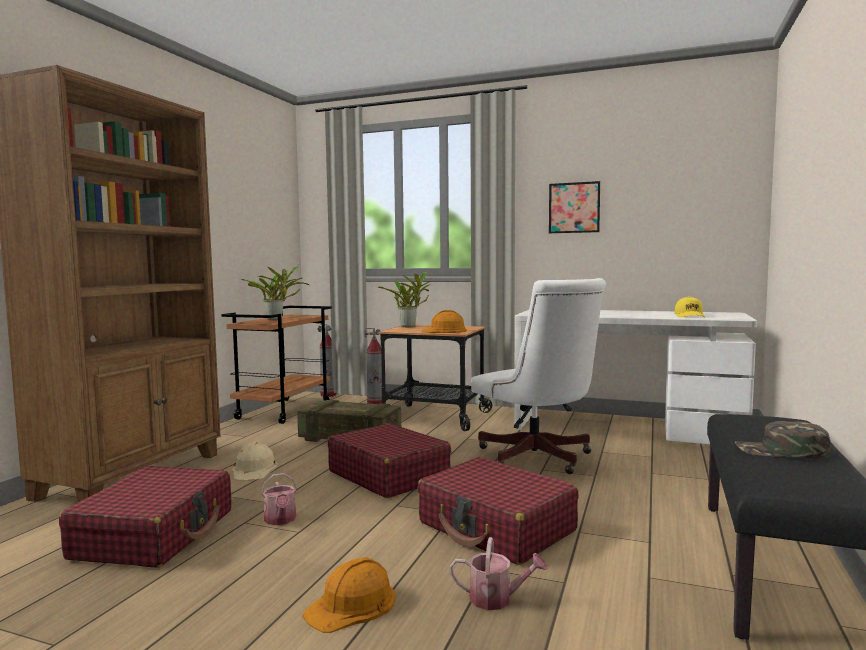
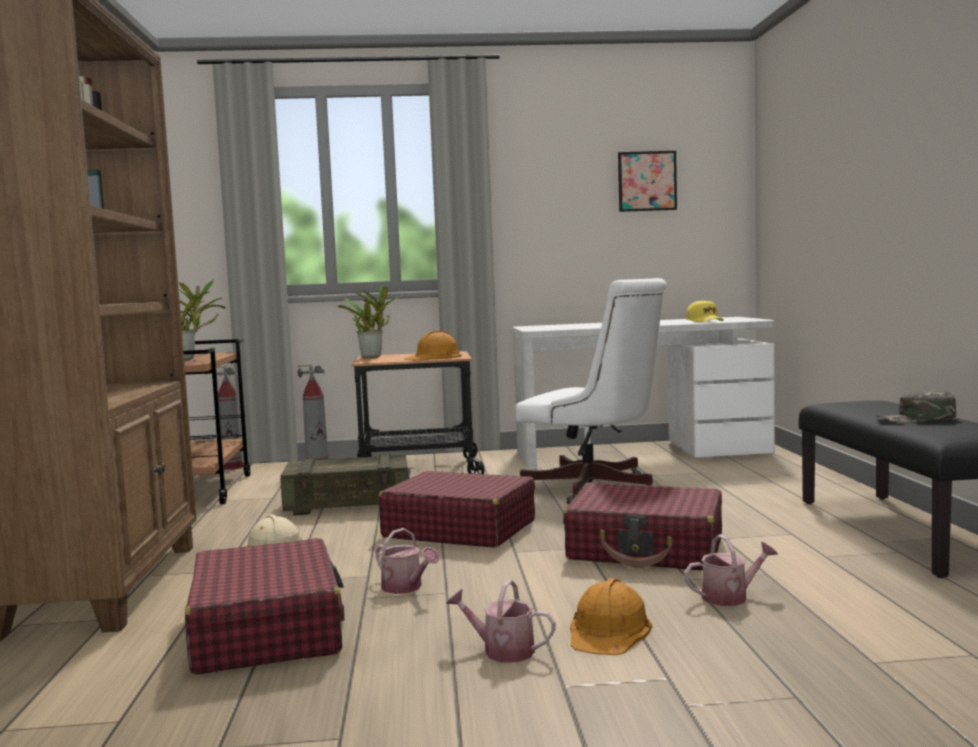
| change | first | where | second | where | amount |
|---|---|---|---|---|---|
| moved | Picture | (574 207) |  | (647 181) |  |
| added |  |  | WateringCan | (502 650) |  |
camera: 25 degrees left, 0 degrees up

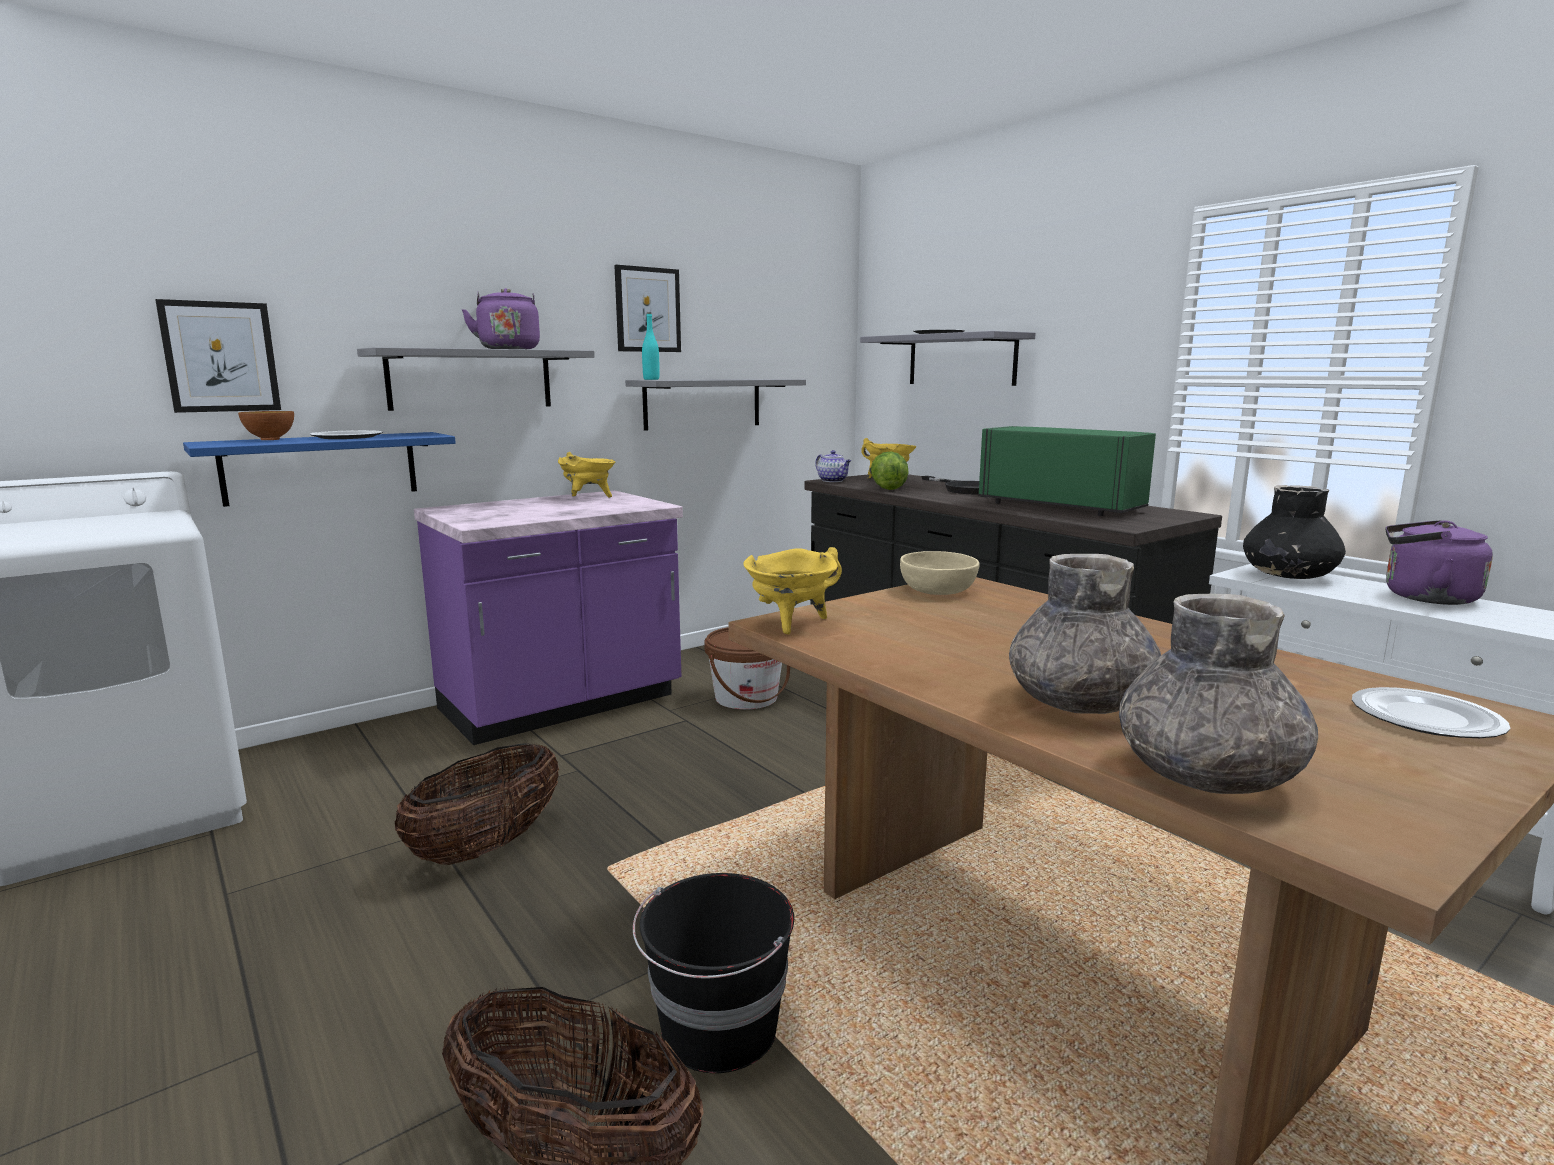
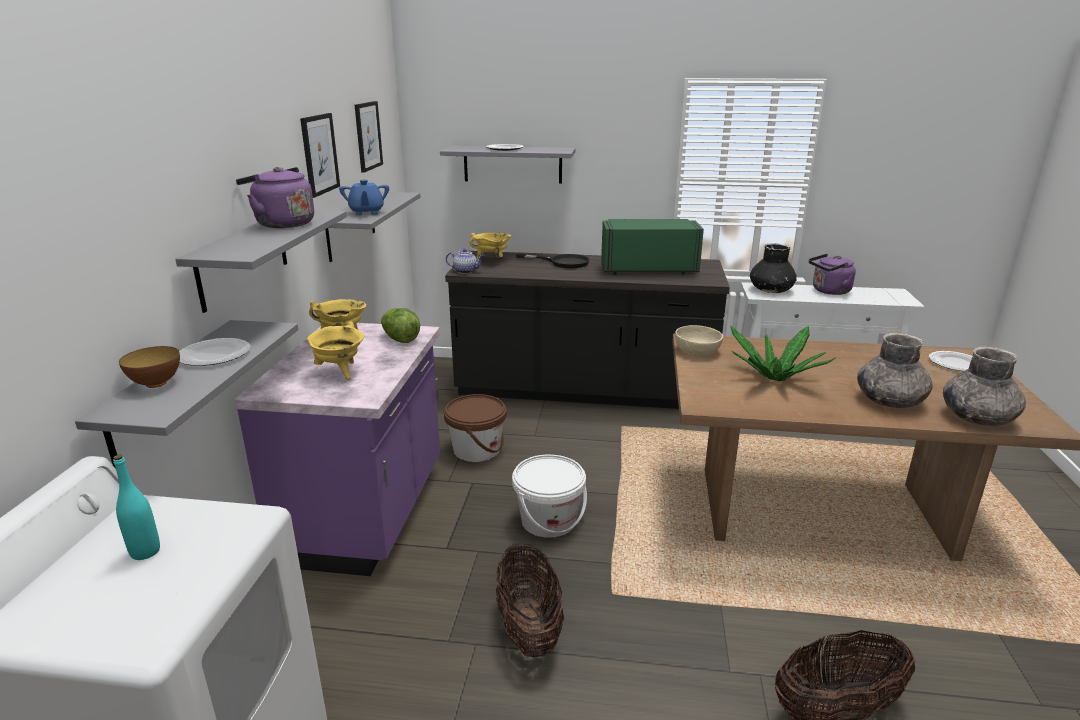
| change | first | where | second | where | amount |
|---|---|---|---|---|---|
| moved | Picture | (220 357) |  | (368 136) |  |
| moved | BlueGreenBeverageBottle | (651 379) |  | (145 552) |  |
| recoloured | BluishWallShelf | (321 467) | GrayWallShelf | (171 392) |  |
| moved | LettuceHead | (888 488) |  | (400 339) |  |
| moved | YellowColouredCookingPot | (791 624) |  | (339 372) |  |
| removed | BlackishPail | (718 1029) |  |  |  |
| added |  |  | BluishPotForTea | (366 212) |  |
| added |  |  | PottedPlant | (774 378) |  |
| added |  |  | WhitishPail | (548 520) |  |
camera: 45 degrees left, 10 degrees up

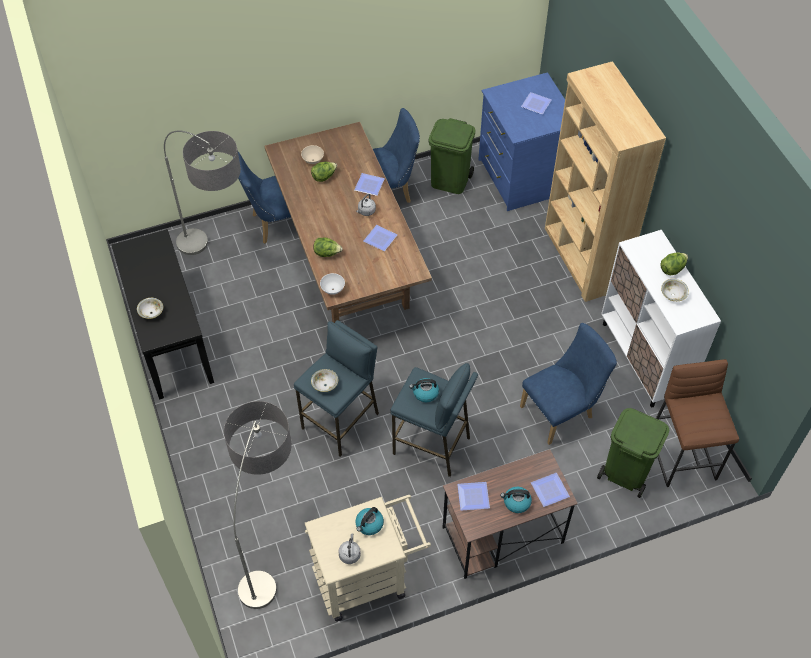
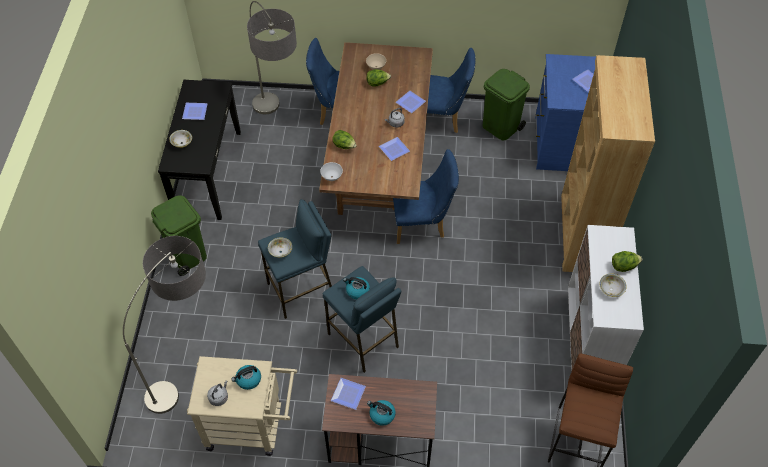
| change | first | where | second | where | amount |
|---|---|---|---|---|---|
| moved | BluishPlainChair | (561 411) |  | (422 224) |  |
| moved | GreenishTrashCan | (625 472) |  | (186 254) |  |
| moved | Plate | (550 489) |  | (196 111) |  |
camera: 25 degrees right, 0 degrees up

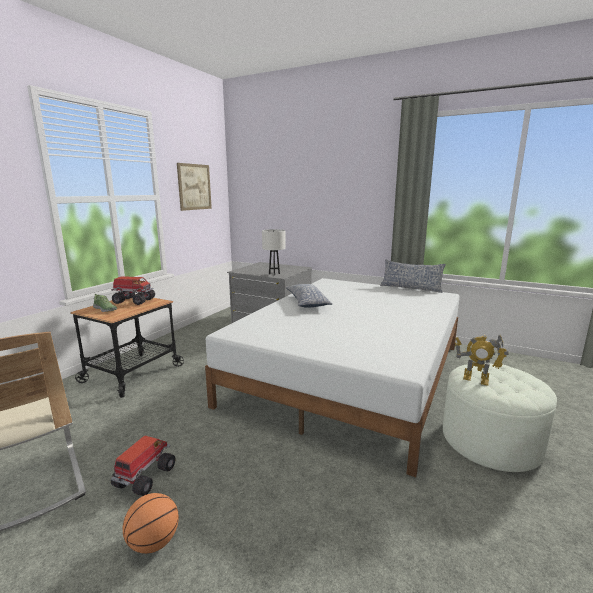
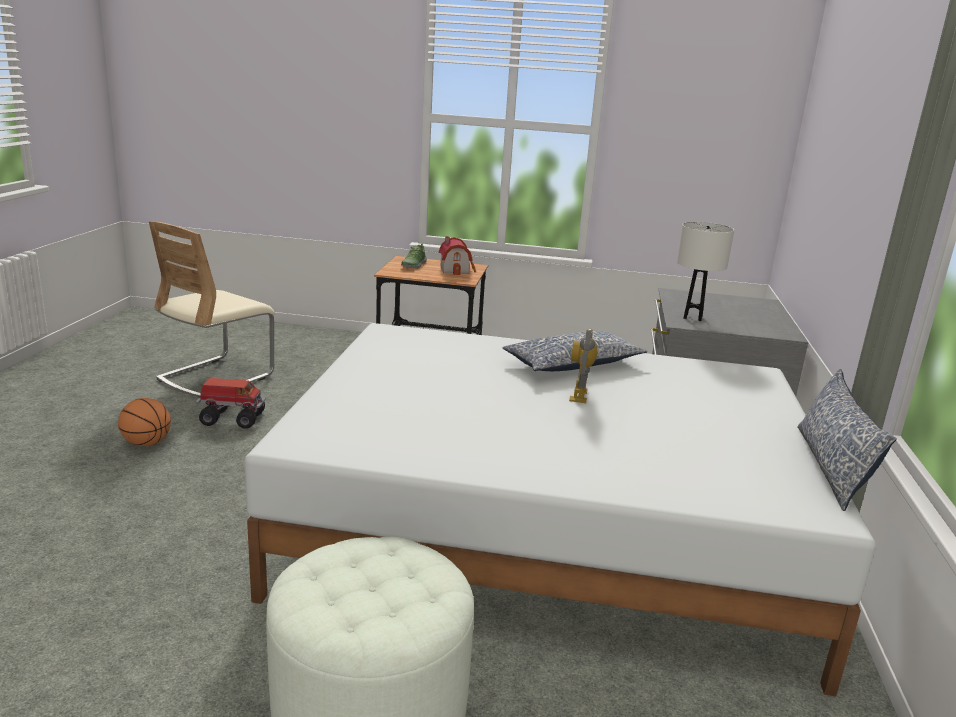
| change | first | where | second | where | amount |
|---|---|---|---|---|---|
| removed | Picture | (194 187) |  |  |  |
| replaced | ToyTruck | (133 301) | MiniatureHouse | (456 269) |  |
| moved | RobotFigure | (476 380) |  | (579 395) |  |
camera: 70 degrees right, 5 degrees up

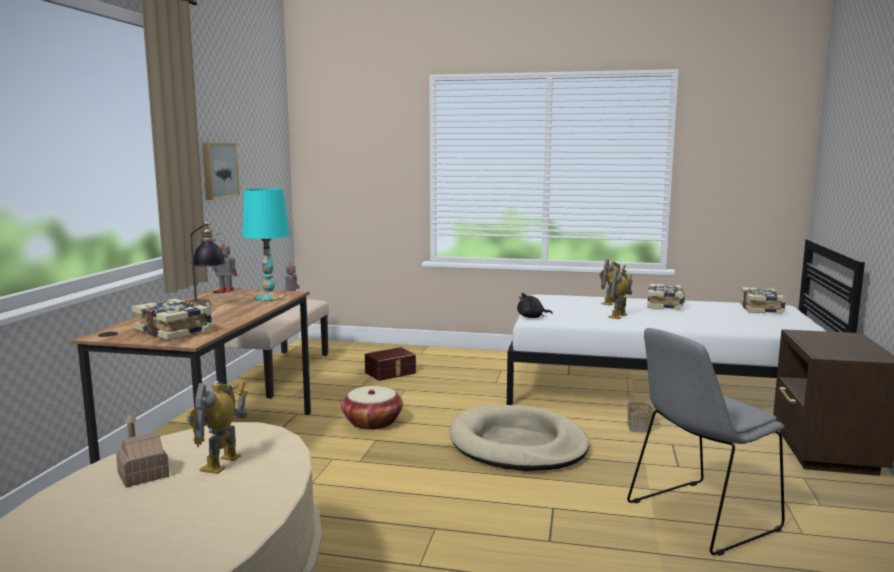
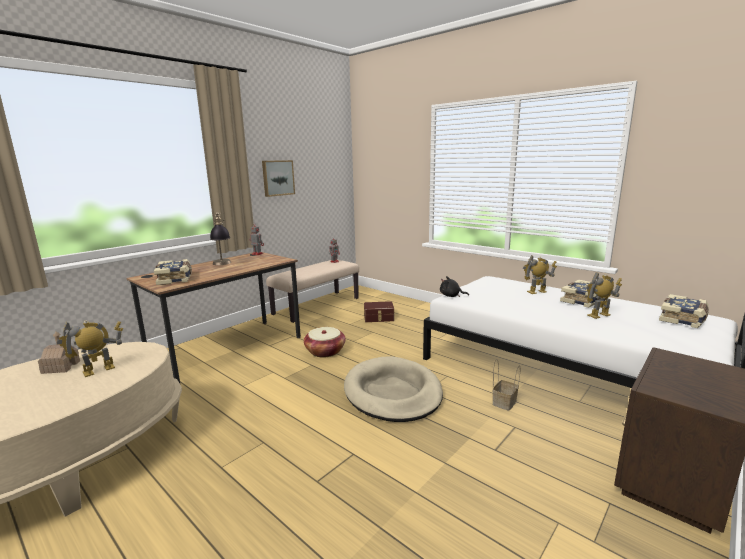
| change | first | where | second | where | amount |
|---|---|---|---|---|---|
| removed | BlueGreenTableLamp | (268 297) |  |  |  |
| moved | RobotFigure | (618 316) |  | (599 315) |  |
| removed | GrayPlainChair | (699 517) |  |  |  |
camera: 30 degrees right, 5 degrees up

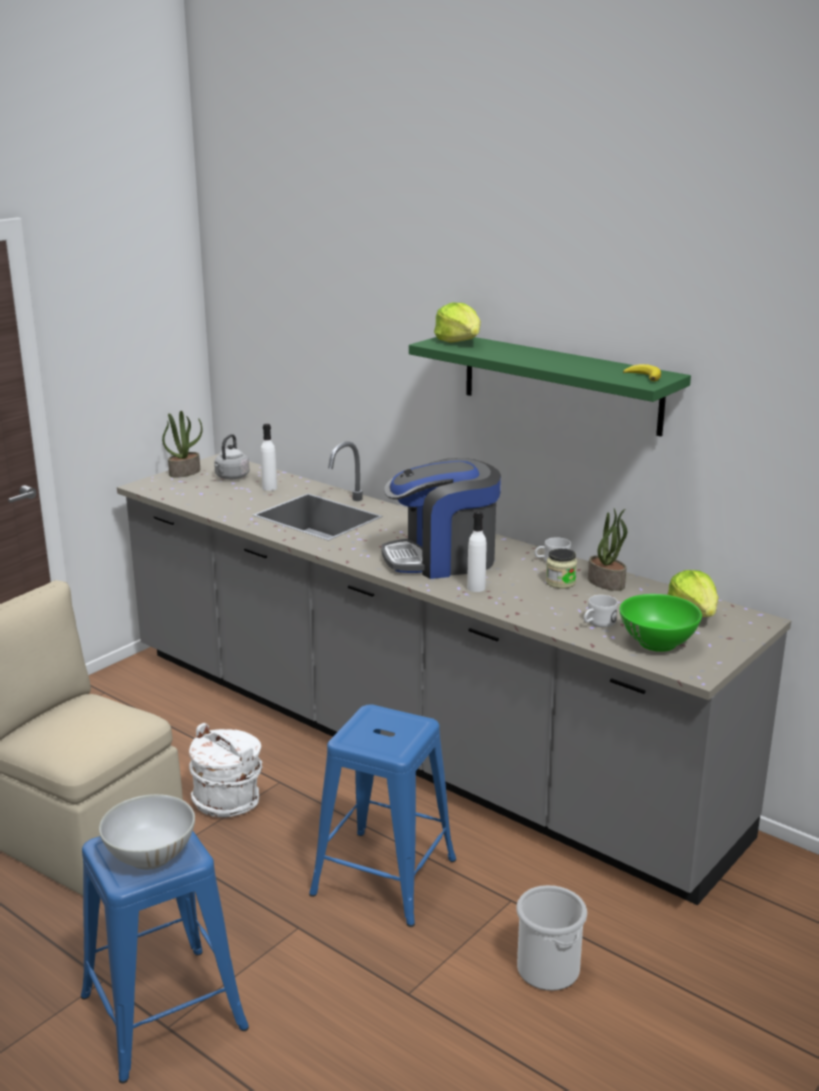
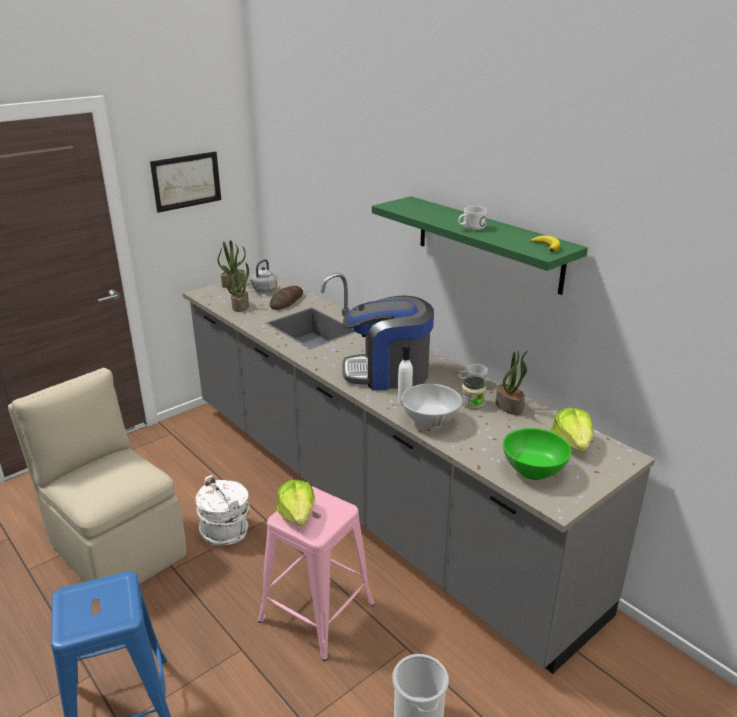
| change | first | where | second | where | amount |
|---|---|---|---|---|---|
| moved | LettuceHead | (459 341) |  | (297 515) |  |
| replaced | WhitishBeverageBottle | (269 488) | Bread | (286 301) |  |
| moved | WhitishCoffeeMug | (597 623) |  | (470 228) |  |
| recoloured | BluishStoolSeat | (384 877) | PinkColouredStoolSeat | (317 612) |  |
| moved | WhitishBowl | (150 855) |  | (430 421) |  |
| added |  |  | Picture | (186 181) |  |
| added |  |  | PottedPlant | (240 306) |  |
camera: 10 degrees right, 5 degrees up

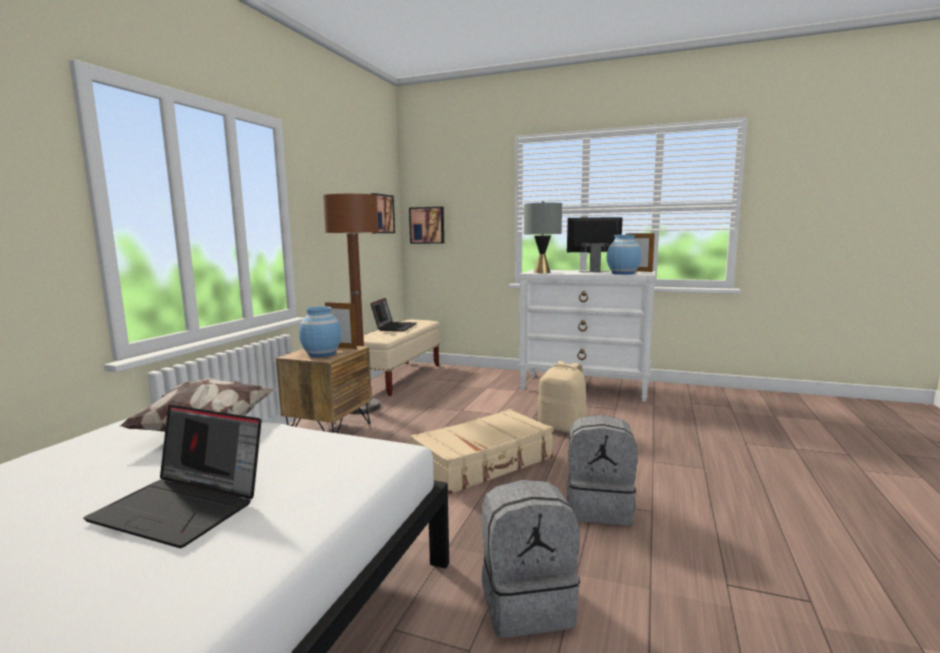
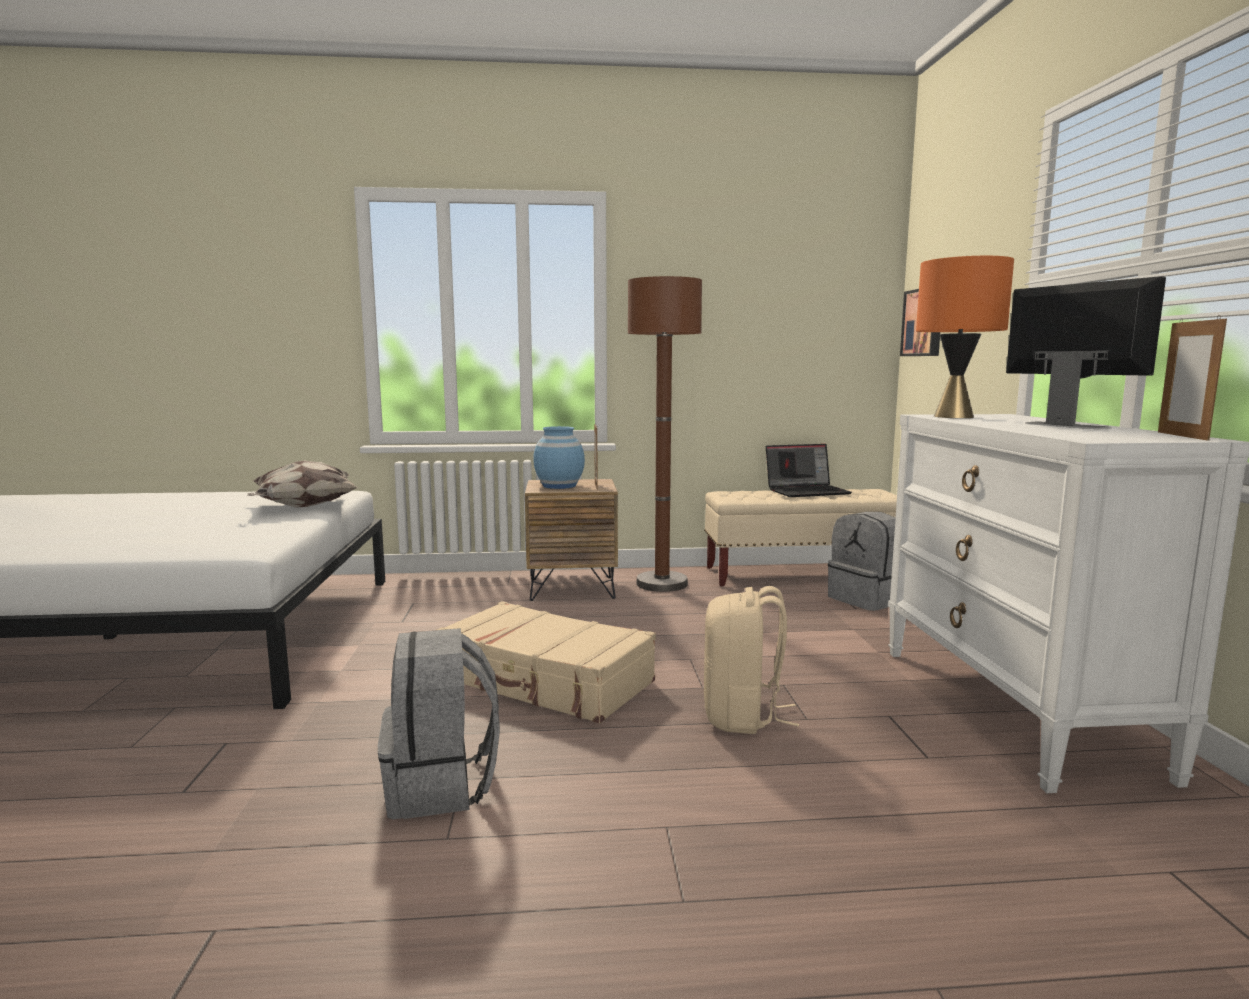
| change | first | where | second | where | amount |
|---|---|---|---|---|---|
| removed | Picture | (381 214) |  |  |  |
| recoloured | GrayTableLamp | (542 272) | OrangeyTableLamp | (954 416) |  |
| removed | BluishDecorativeVase | (623 273) |  |  |  |
| removed | Laptop | (183 507) |  |  |  |
| moved | GrayBackpack | (527 603) |  | (867 599) |  |
camera: 65 degrees right, 0 degrees up

